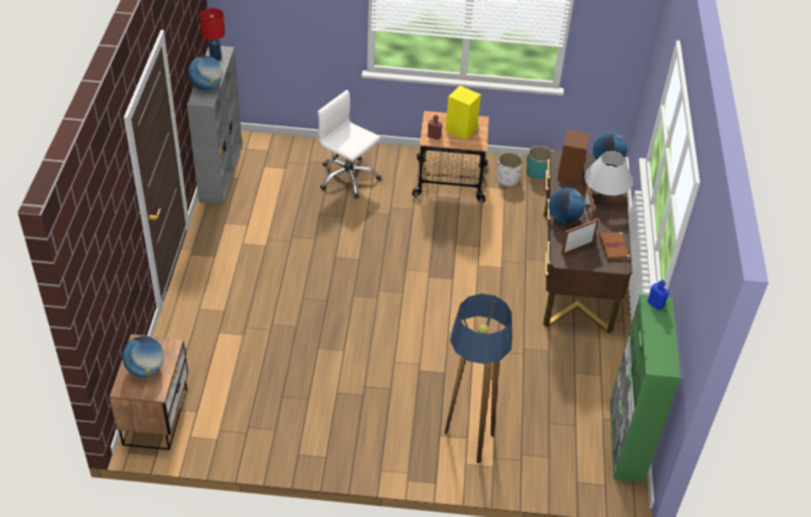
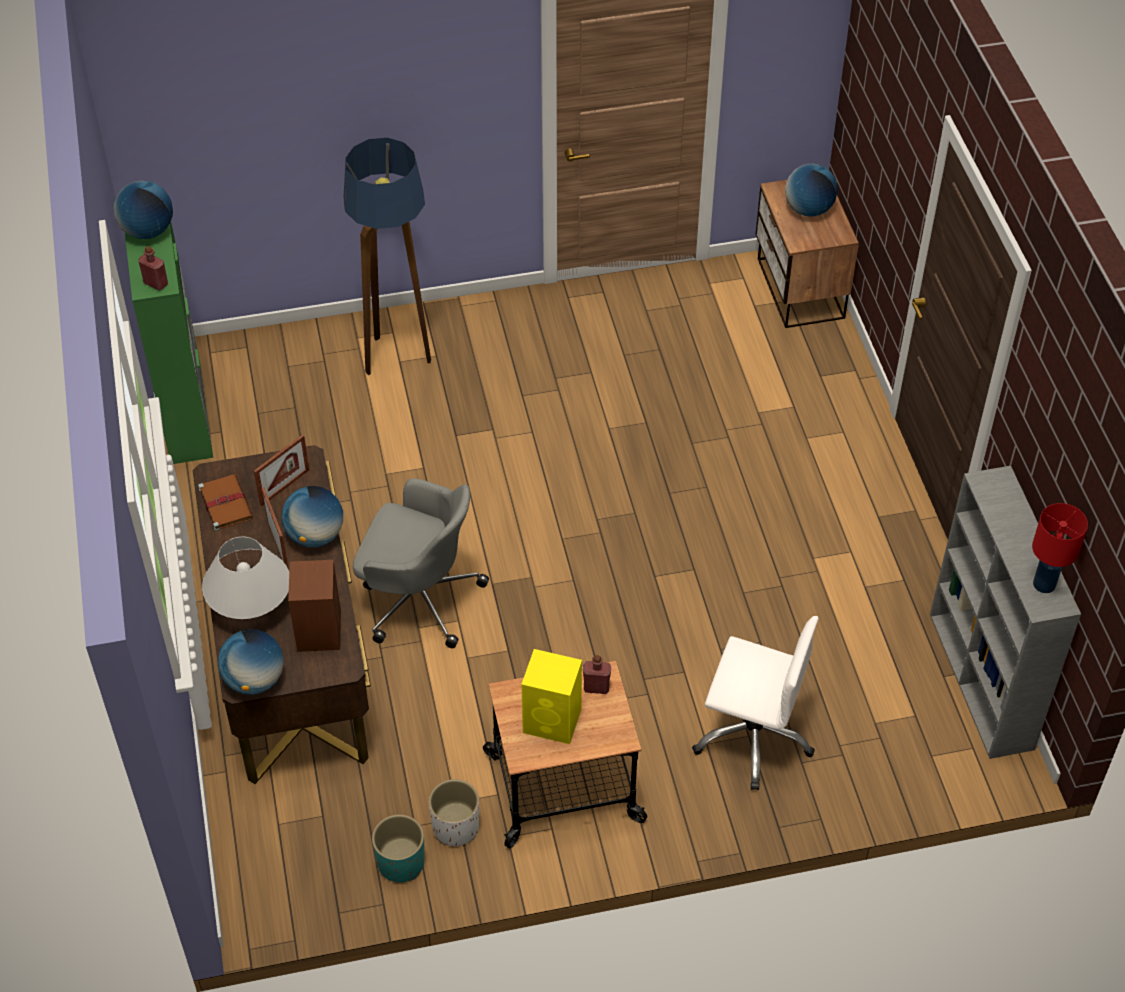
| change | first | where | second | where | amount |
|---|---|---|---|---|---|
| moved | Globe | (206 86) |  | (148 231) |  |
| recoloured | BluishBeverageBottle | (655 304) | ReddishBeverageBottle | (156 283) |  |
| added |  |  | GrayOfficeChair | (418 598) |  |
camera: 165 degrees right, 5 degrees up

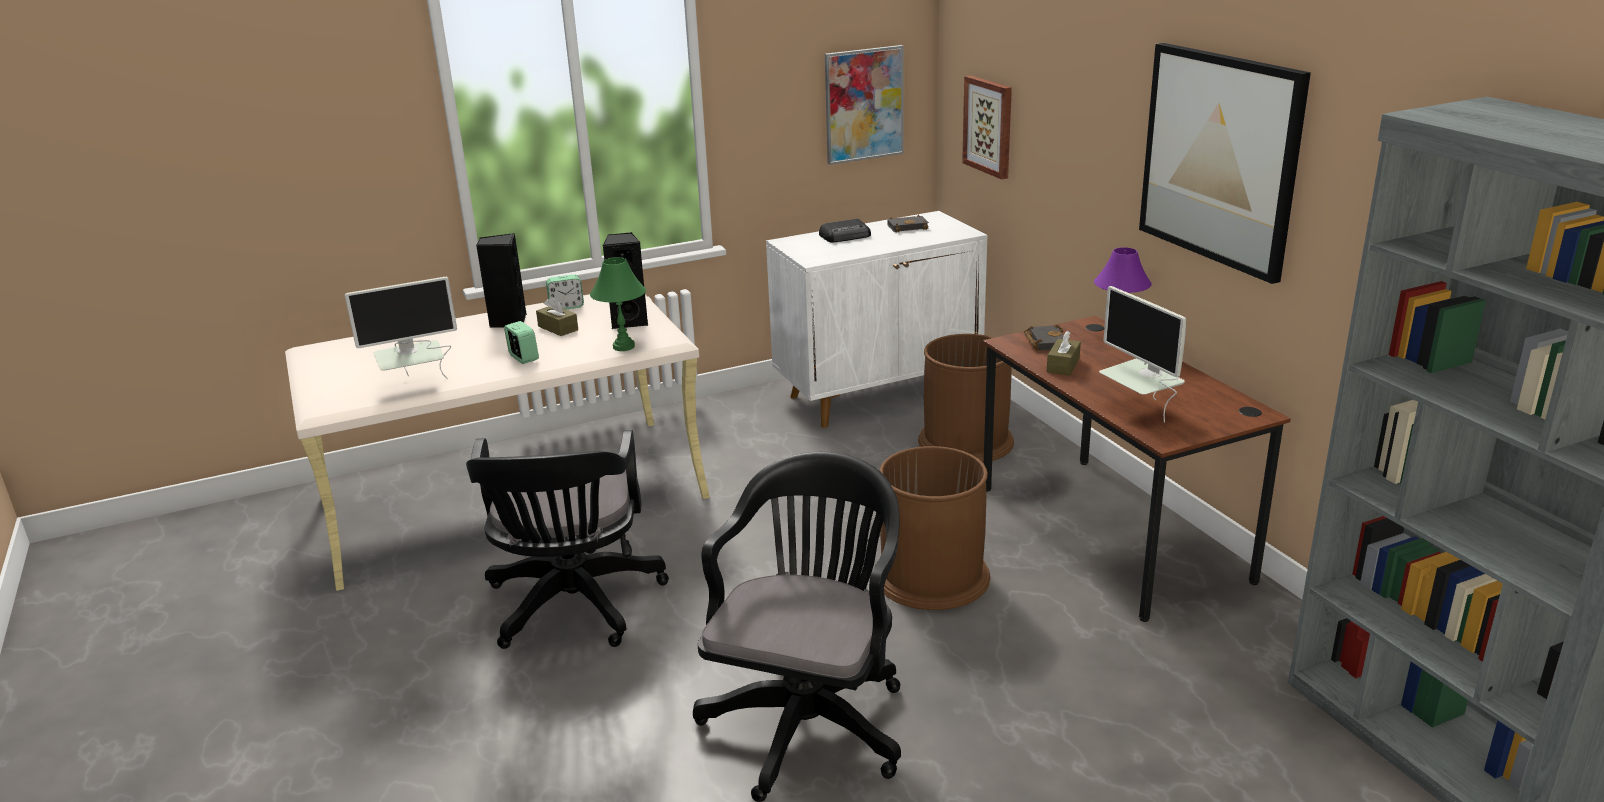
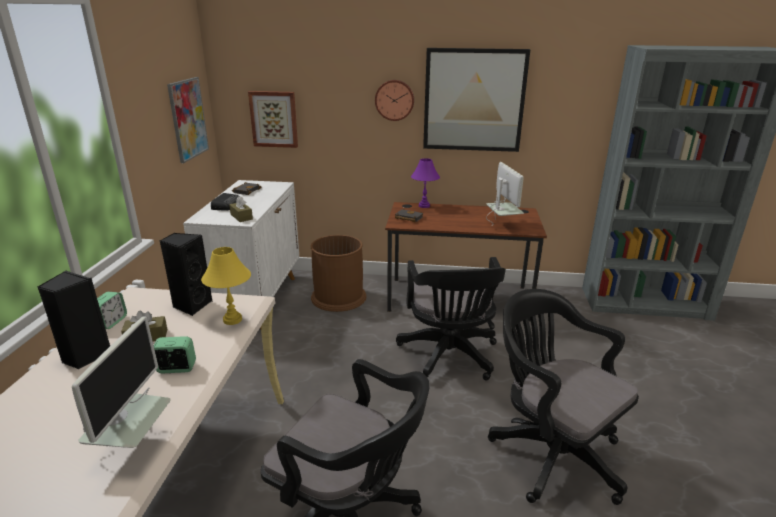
| change | first | where | second | where | amount |
|---|---|---|---|---|---|
| recoloured | GreenishTableLamp | (624 346) | YellowColouredTableLamp | (232 319) |  |
| turned | ComputerScreen | (1140 409) |  | (501 225) | 105 degrees counterclockwise |
| moved | BrownBoxOfTissues | (1063 365) |  | (241 217) |  |
| replaced | BrownTrashCan | (931 576) | BlackishOfficeChair | (449 357) |  |
| added |  |  | HangingClock | (394 100) |  |
camera: 60 degrees left, 0 degrees up

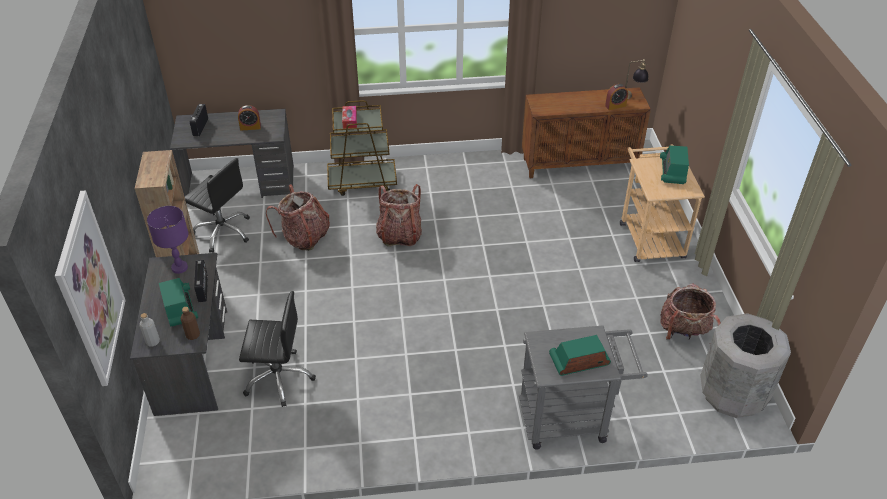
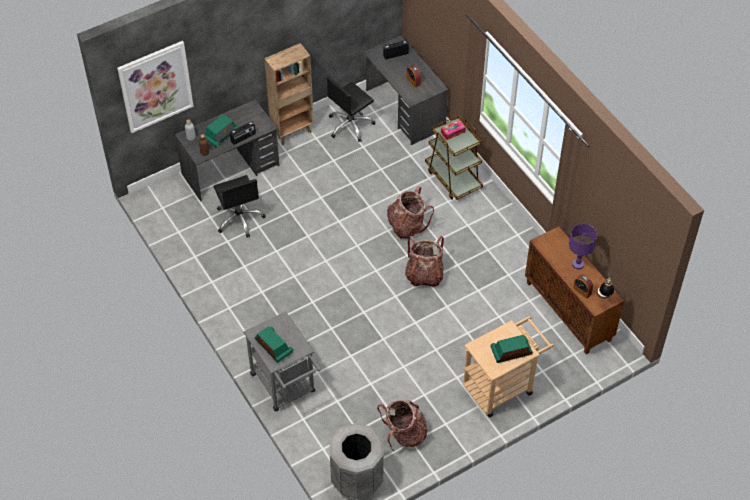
| change | first | where | second | where | amount |
|---|---|---|---|---|---|
| turned | BlackishOfficeChair | (223 232) |  | (350 125) | 45 degrees clockwise |
| moved | Backpack | (304 237) |  | (424 275) |  |
| moved | PurpleTableLamp | (180 268) |  | (578 264) |  |
camera: 65 degrees right, 10 degrees up

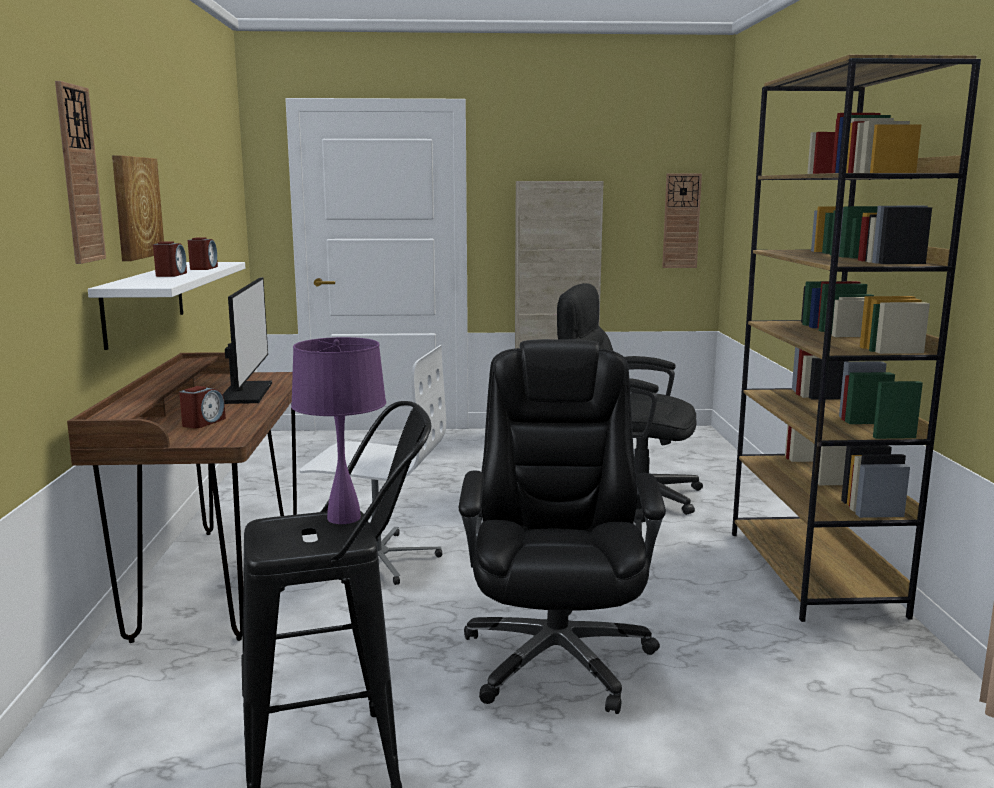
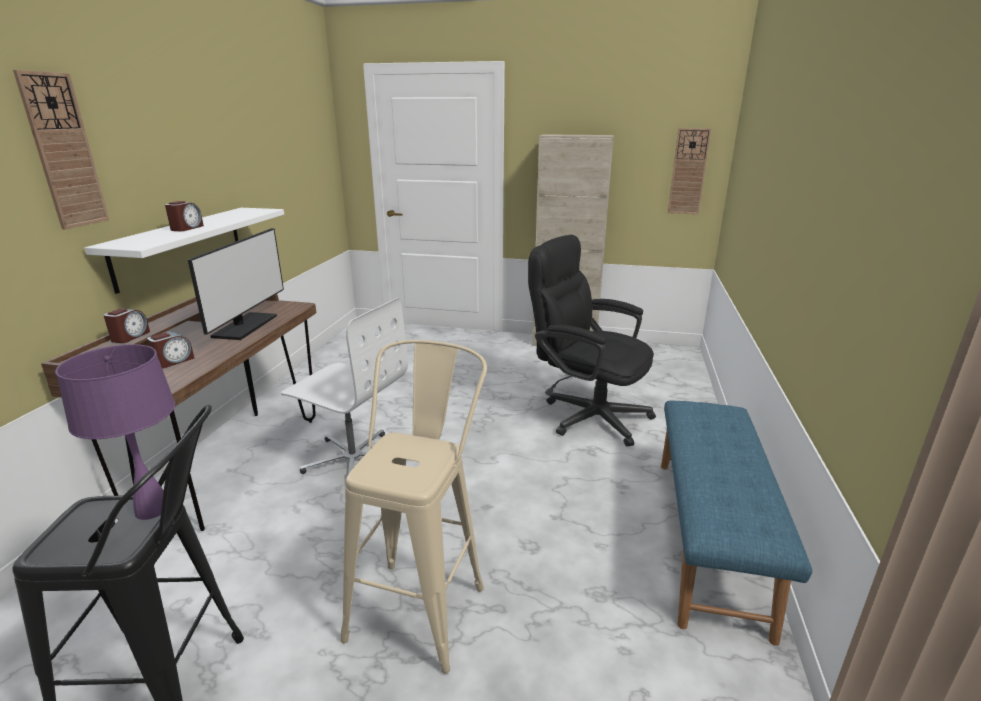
| change | first | where | second | where | amount |
|---|---|---|---|---|---|
| replaced | BrownBookshelf | (814 573) | BluishLongSeat | (710 537) |  |
| removed | Picture | (135 207) |  |  |  |
| moved | TableClock | (203 268) |  | (130 337) |  |
| replaced | BlackishOfficeChair | (557 656) | BeigeColouredStoolSeat | (423 601) |  |
camera: 15 degrees right, 10 degrees up

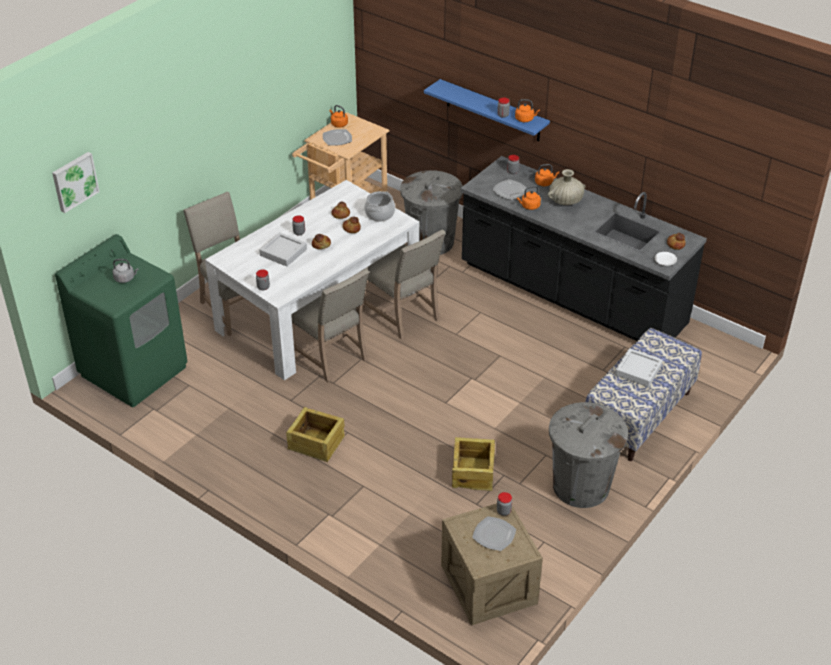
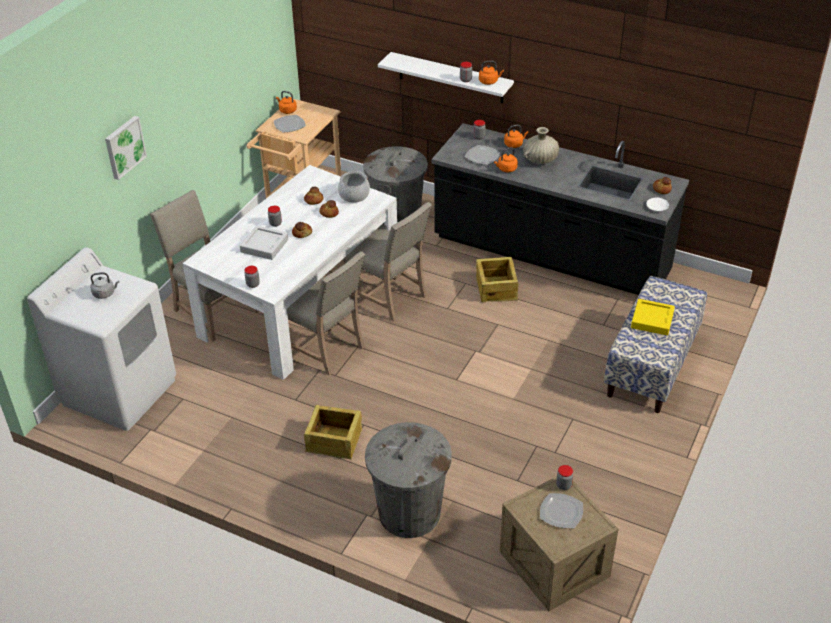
| change | first | where | second | where | amount |
|---|---|---|---|---|---|
| recoloured | BluishWallShelf | (493 111) | WhitishWallShelf | (451 78) |  |
| moved | Picture | (74 181) |  | (124 147) |  |
| recoloured | GreenishLaundryMachine | (134 370) | WhitishLaundryMachine | (120 391) |  |
| recoloured | GrayTray | (638 370) | YellowColouredTray | (652 320) |  |
| moved | GrayTrashCan | (580 486) |  | (409 513) |  |
| moved | PackingCrate | (473 472) |  | (496 288) |  |
camera: 10 degrees left, 0 degrees up

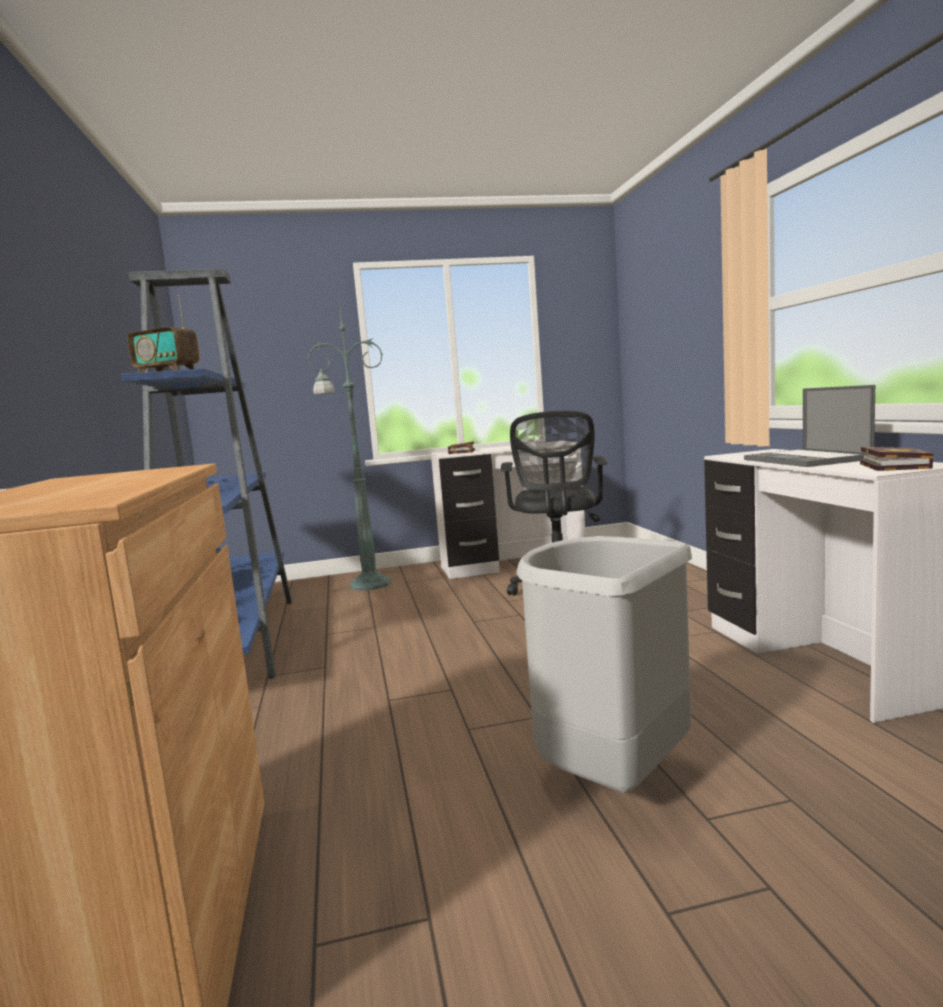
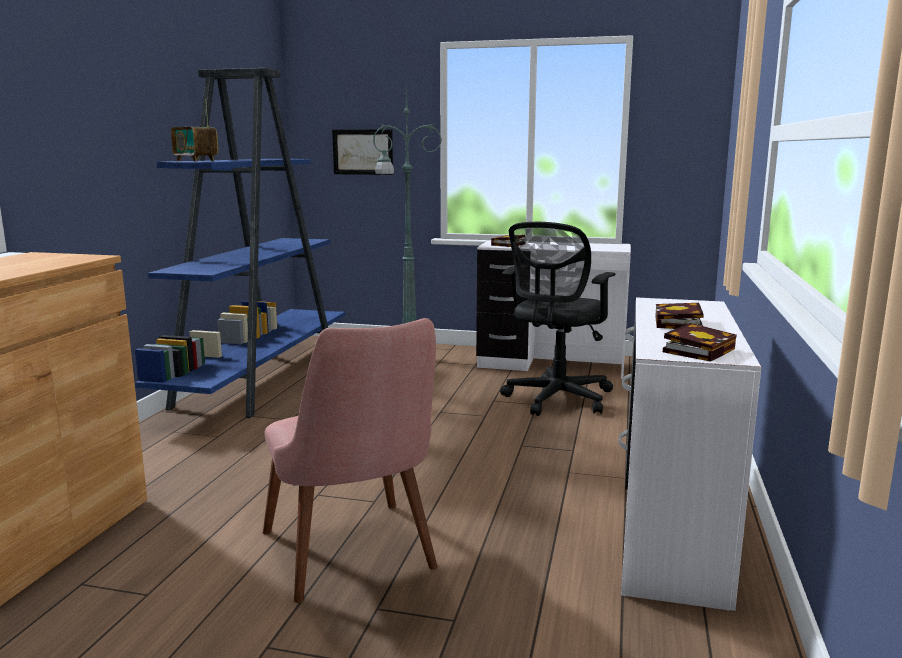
| change | first | where | second | where | amount |
|---|---|---|---|---|---|
| replaced | Laptop | (807 459) | Book | (679 323) |  |
| replaced | GrayTrashCan | (611 779) | PinkColouredPlainChair | (356 560) |  |
| added |  |  | Picture | (363 152) |  |
camera: 25 degrees right, 5 degrees up

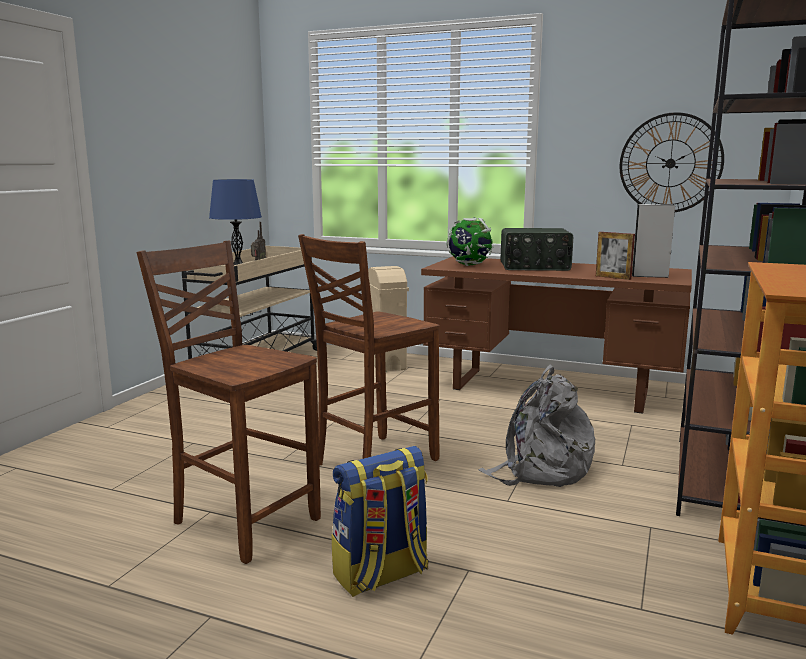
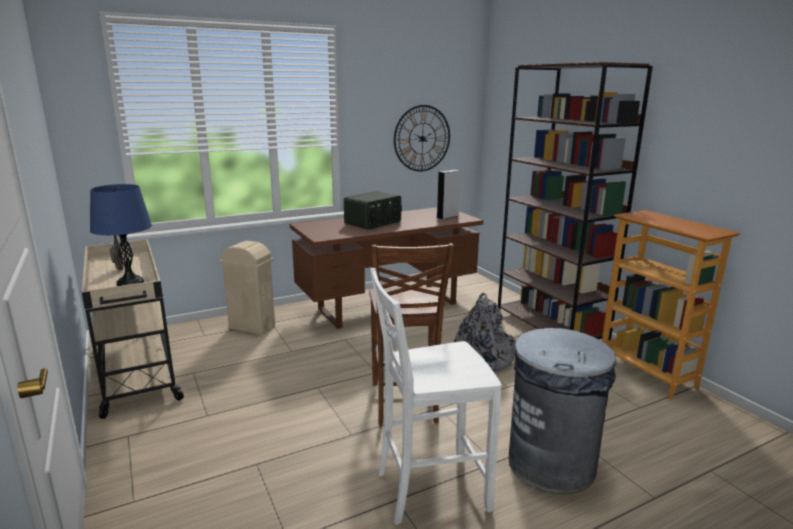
| change | first | where | second | where | amount |
|---|---|---|---|---|---|
| removed | Globe | (469 265) |  |  |  |
| removed | PhotoFrame | (613 277) |  |  |  |
| recoloured | BrownPlainChair | (244 521) | WhitishPlainChair | (429 489) |  |
| replaced | Backpack | (381 575) | GrayTrashCan | (551 464) |  |
camera: 50 degrees left, 5 degrees up

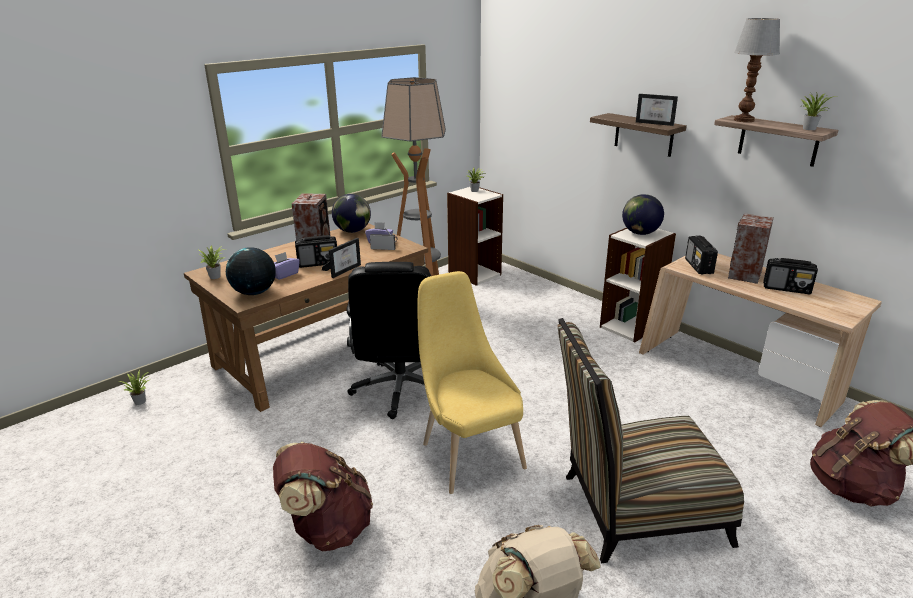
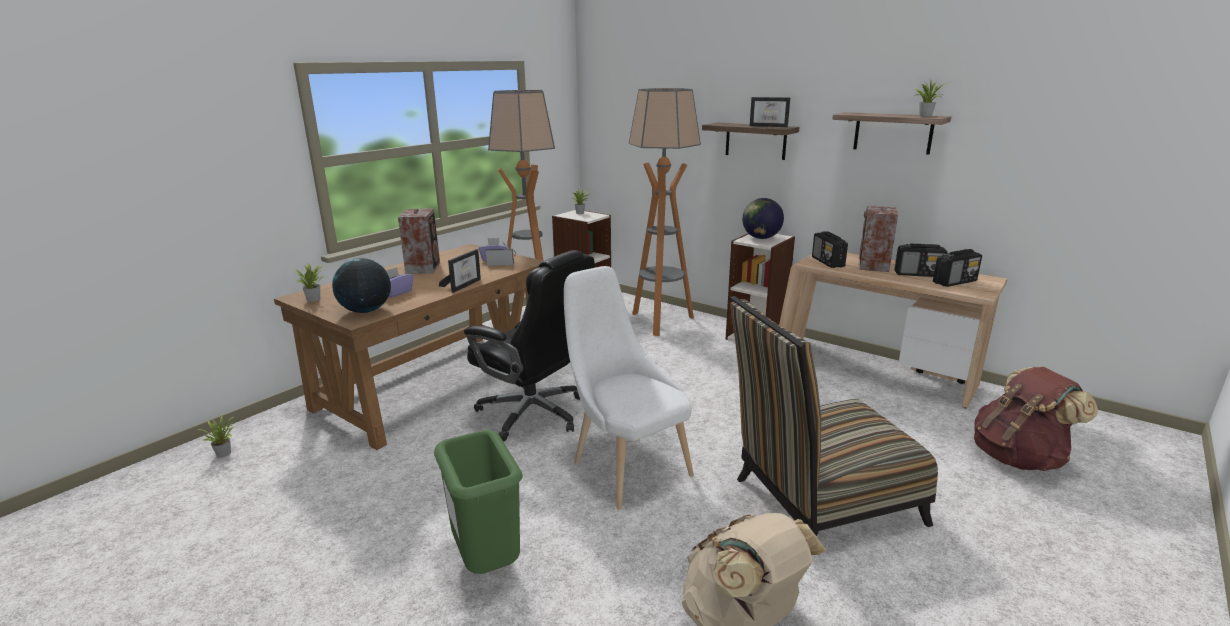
| change | first | where | second | where | amount |
|---|---|---|---|---|---|
| removed | TableLamp | (744 120) |  |  |  |
| removed | Globe | (353 231) |  |  |  |
| moved | Radio | (318 263) |  | (955 282) |  |
| turned | BlackishOfficeChair | (400 390) |  | (534 413) | 45 degrees counterclockwise |
| recoloured | YellowColouredPlainChair | (468 452) | WhitishPlainChair | (626 466) |  |
| replaced | BrownBackpack | (327 529) | GreenishTrashCan | (486 563) |  |
| added |  |  | FloorLamp | (660 322) |  |
camera: 10 degrees left, 5 degrees down

